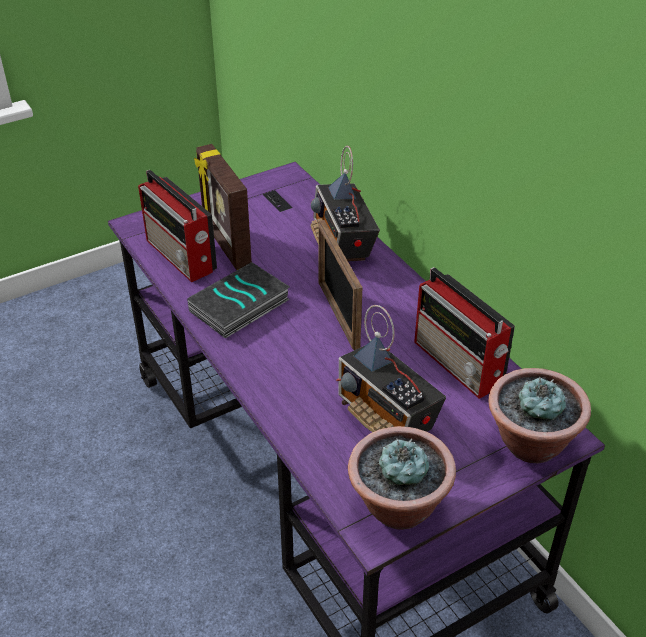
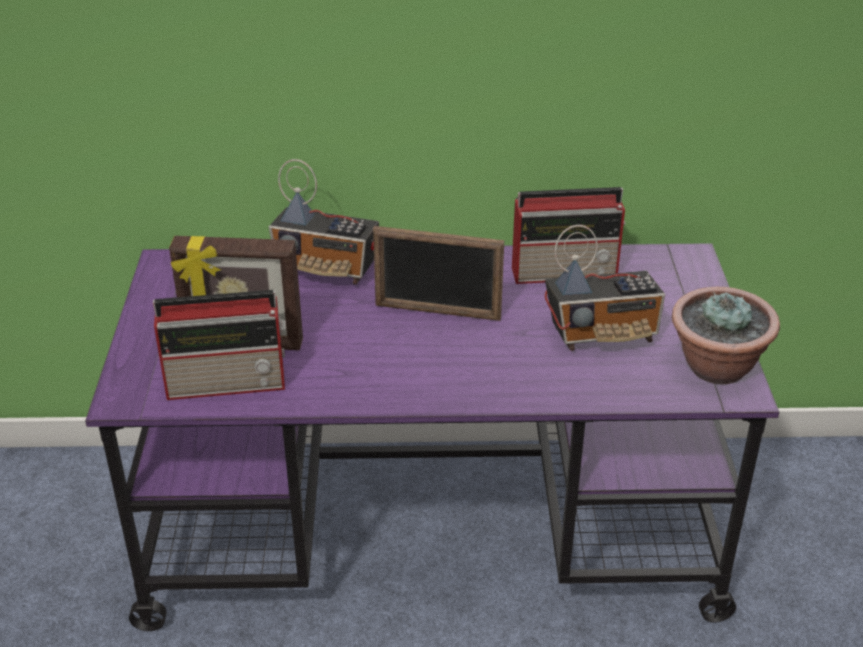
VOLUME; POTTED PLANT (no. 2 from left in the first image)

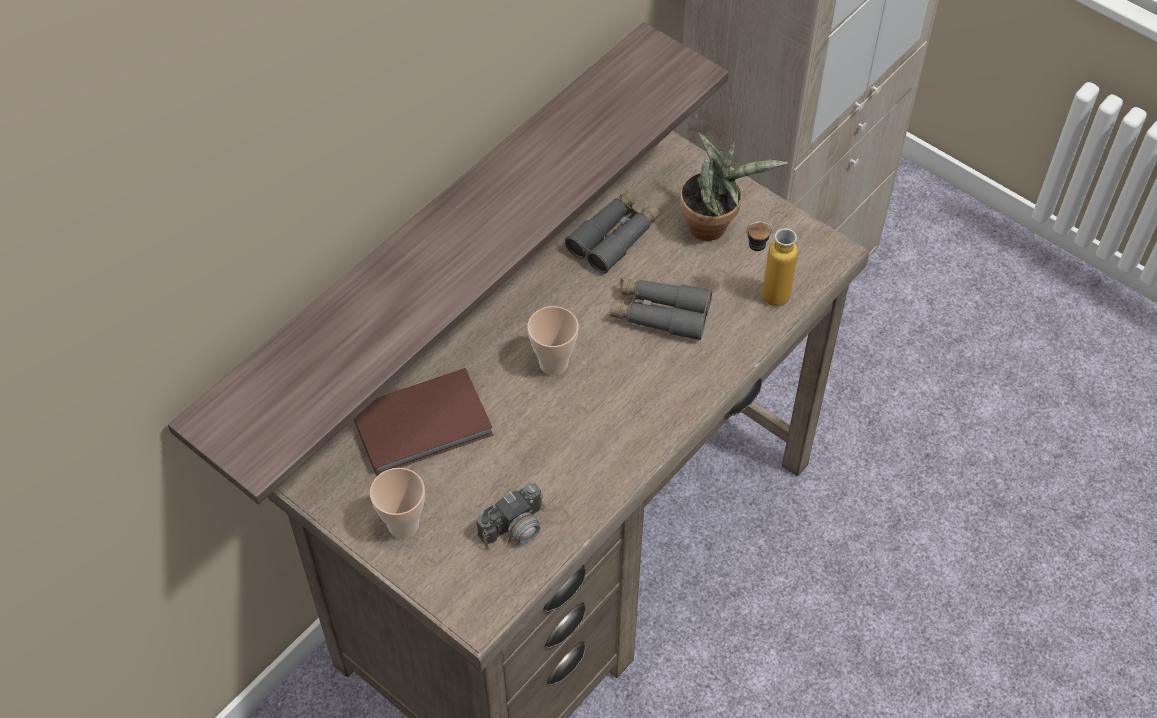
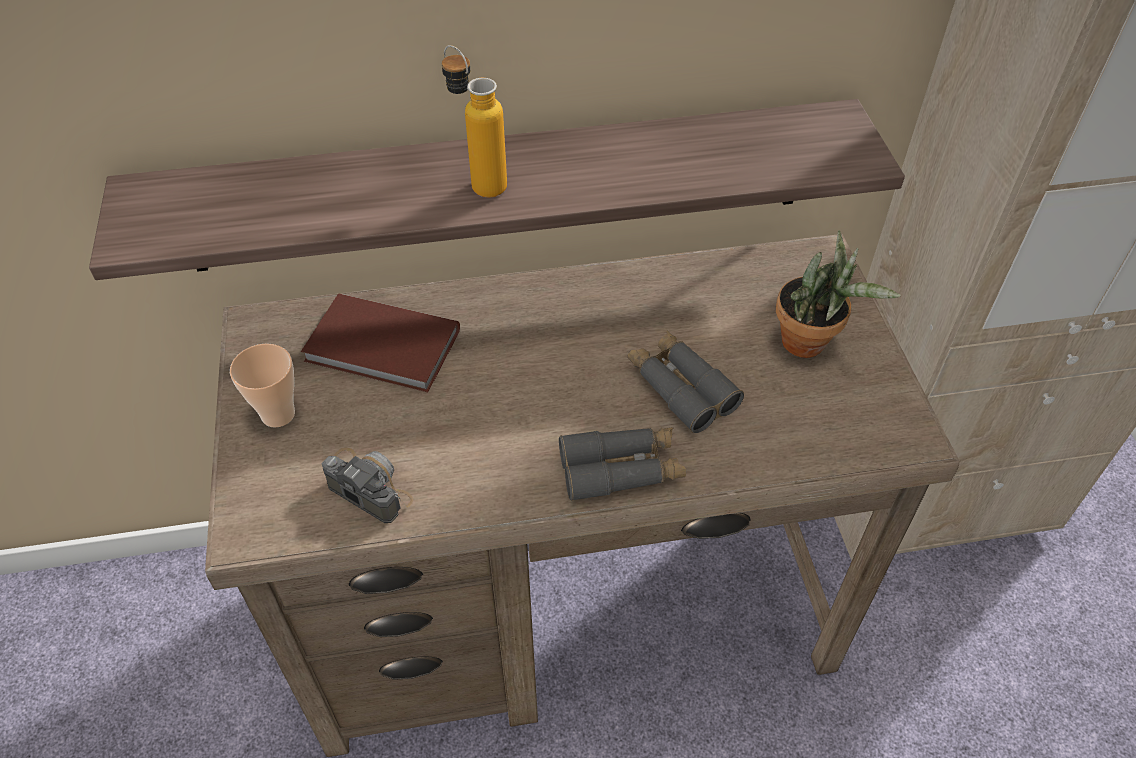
CUP (no. 2 from left in the first image); GREYISH PAIR OF BINOCULARS (no. 1 from left); DRINK BOTTLE; PHOTO CAMERA

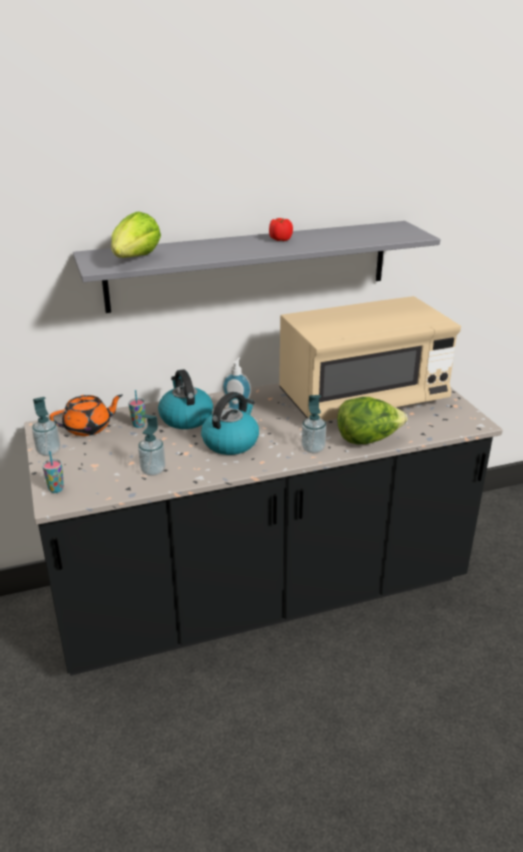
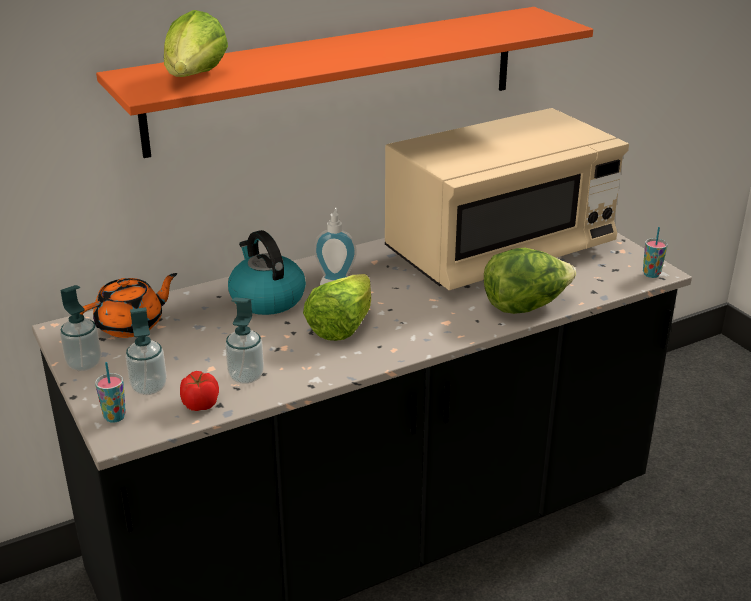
CUP (no. 2 from left); WHOLE TOMATO; SOAP BOTTLE (no. 2 from left); LETTUCE (no. 2 from left); ORANGE-COLOURED BRACKET SHELF

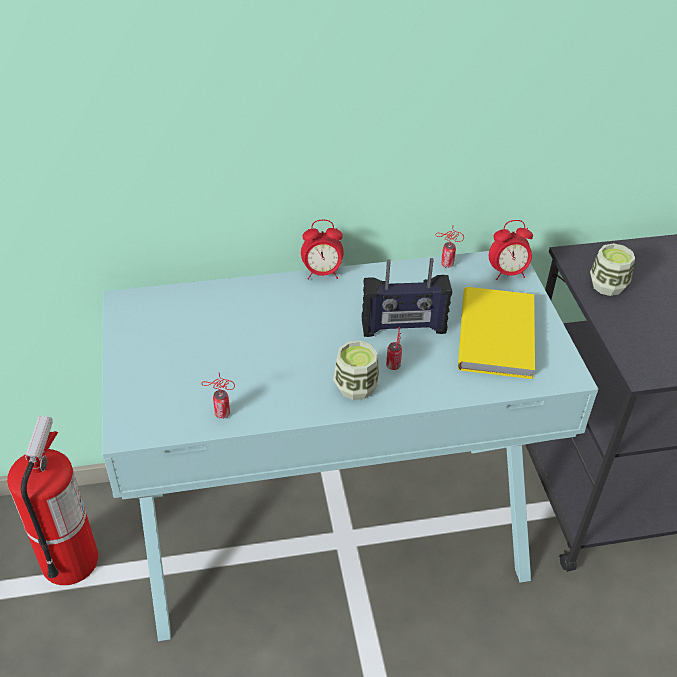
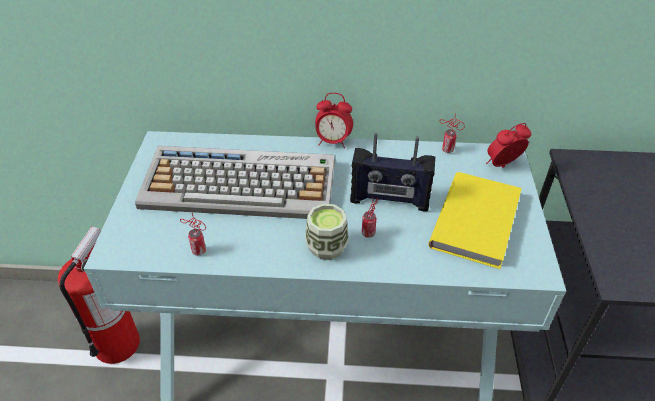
CUP (no. 2 from left in the first image); PC KEYBOARD; BEDSIDE CLOCK (no. 2 from left)

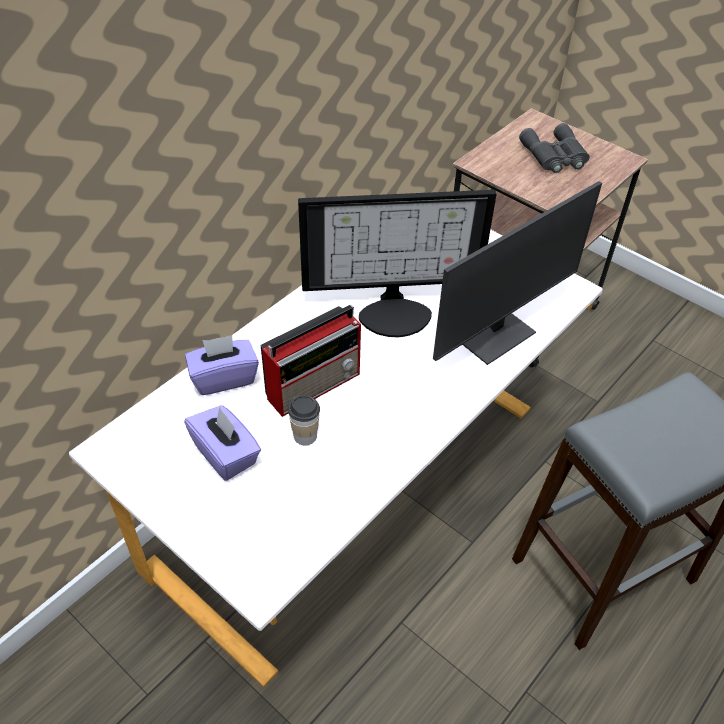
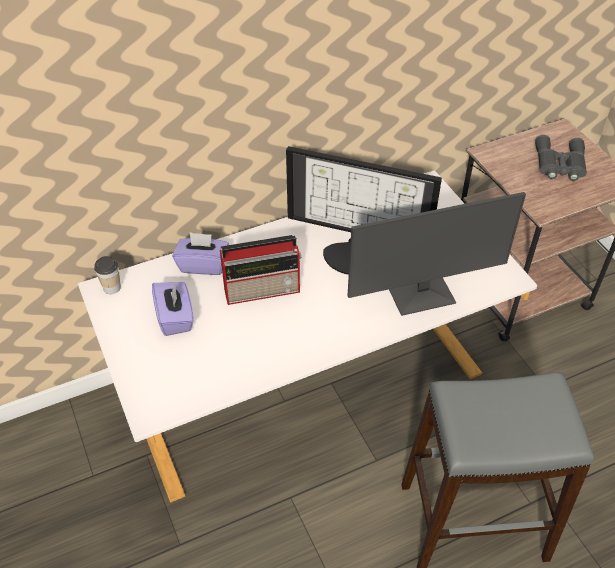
CUP

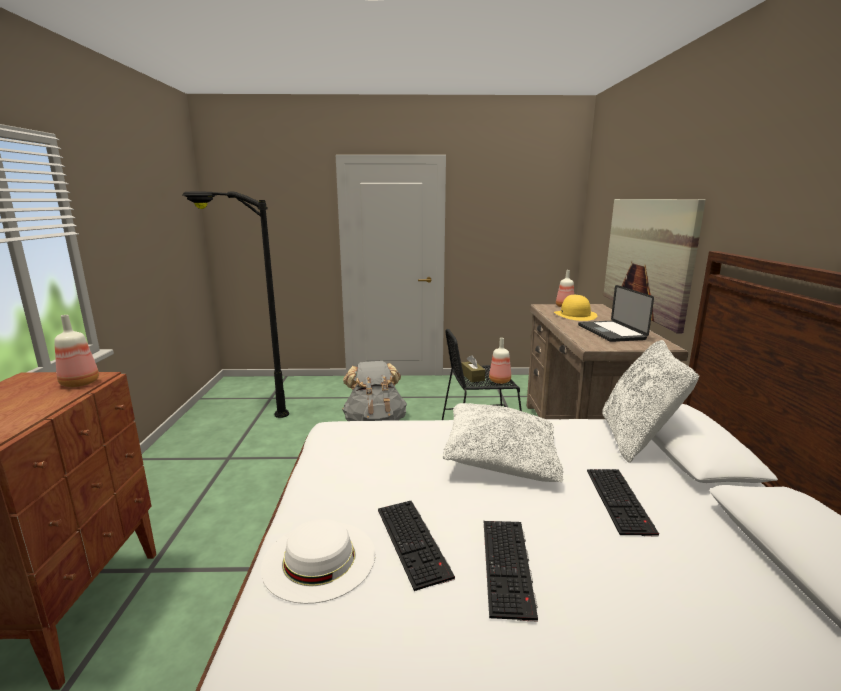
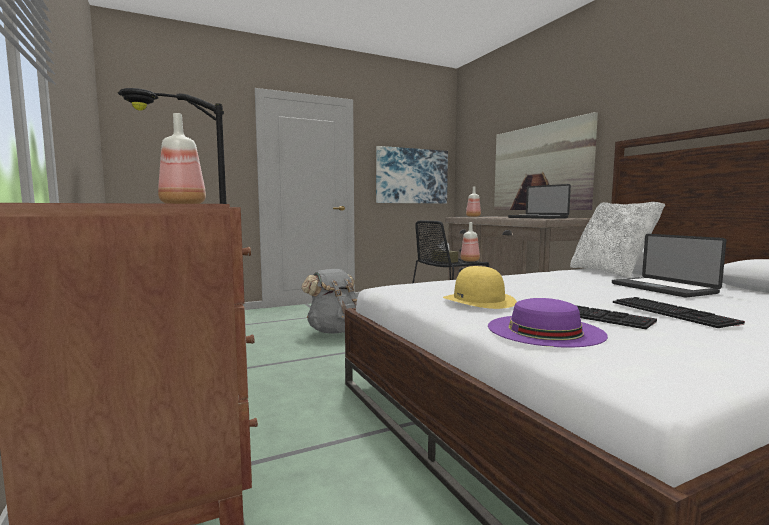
WHITISH THROW PILLOW (no. 1 from left in the first image); WALL ART (no. 1 from left); YELLOW HAT; PORTABLE COMPUTER (no. 2 from left); PURPLE-COLOURED HAT

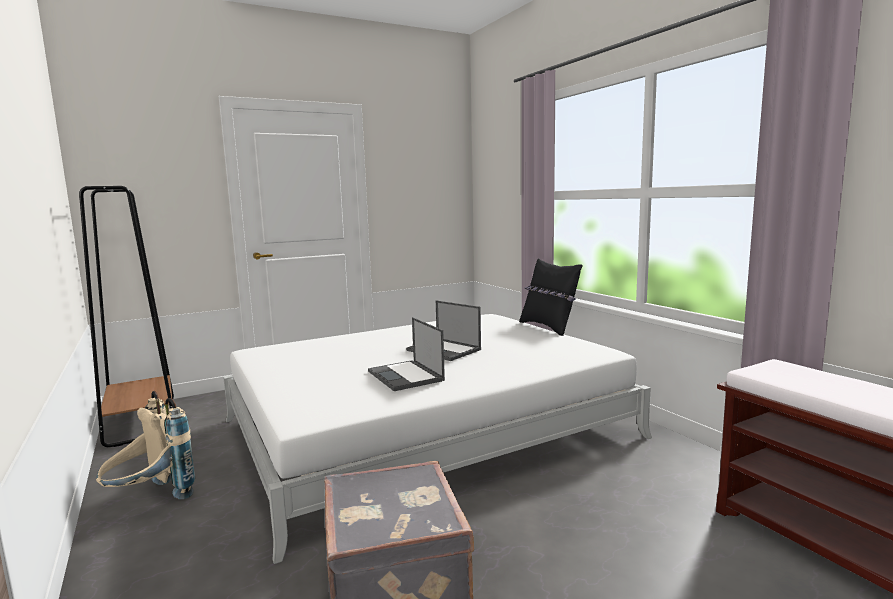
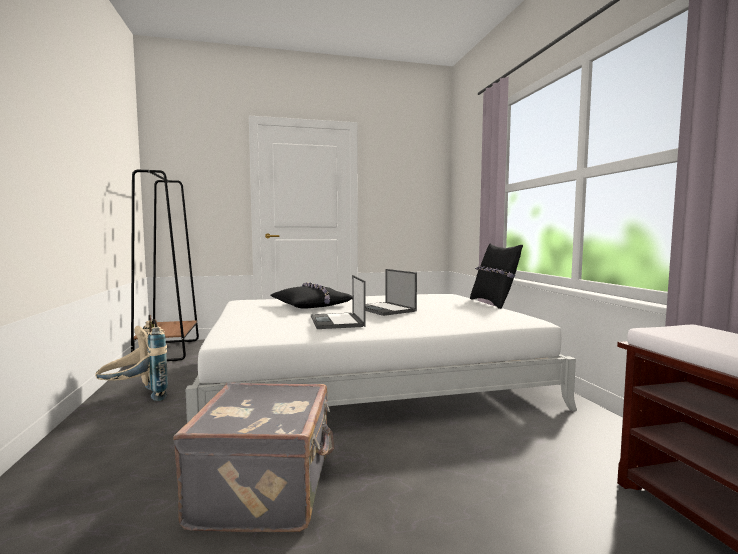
BLACKISH THROW PILLOW (no. 1 from left)

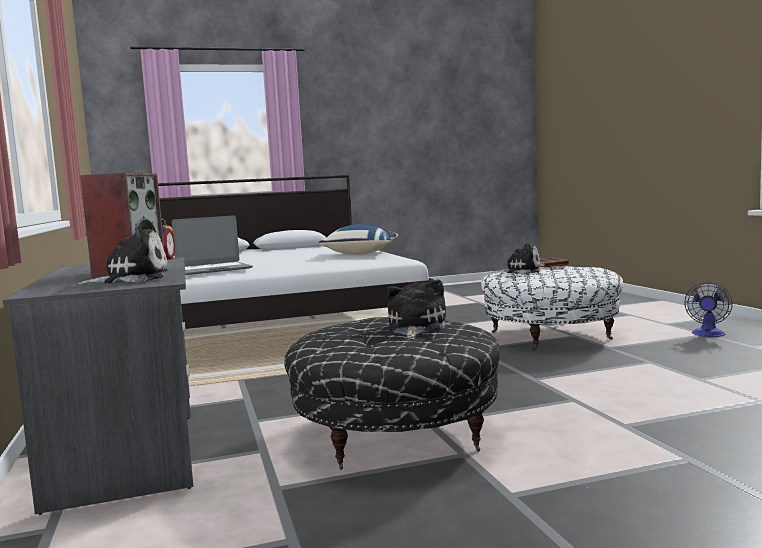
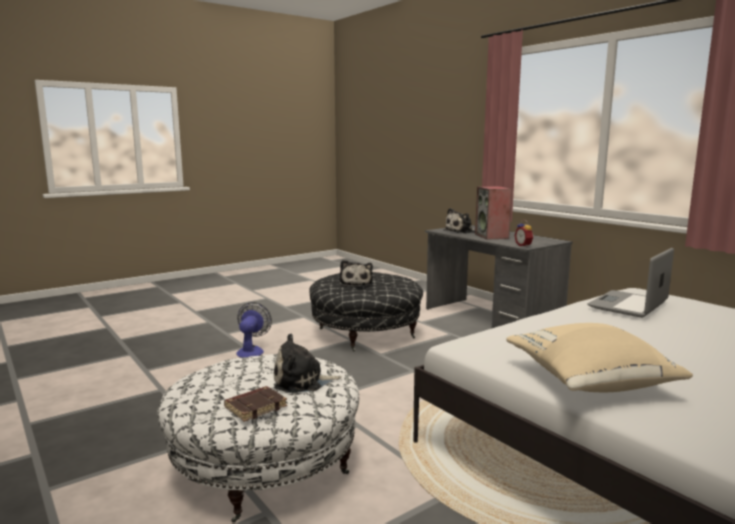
COOLING FAN; BEIGE THROW PILLOW

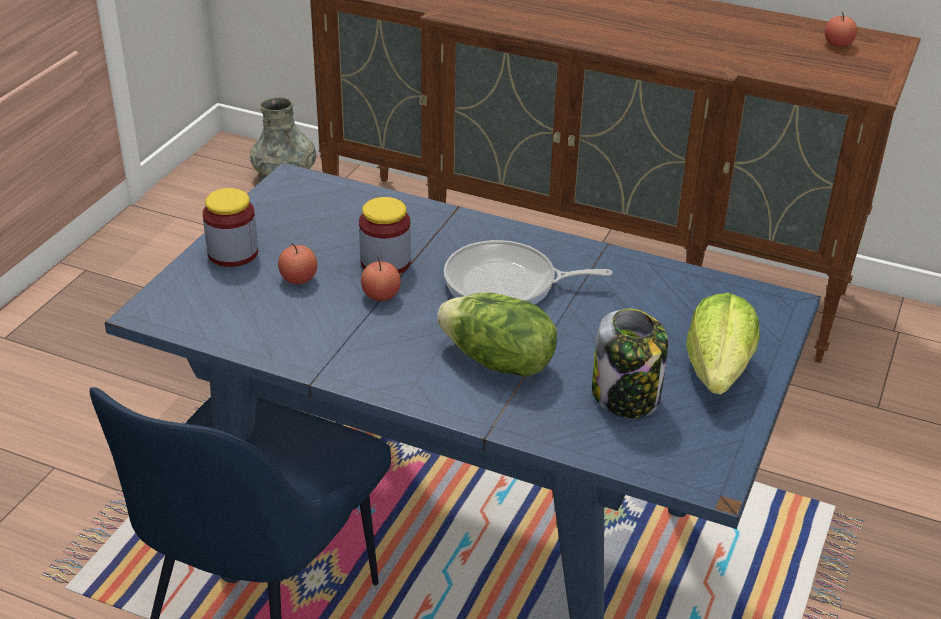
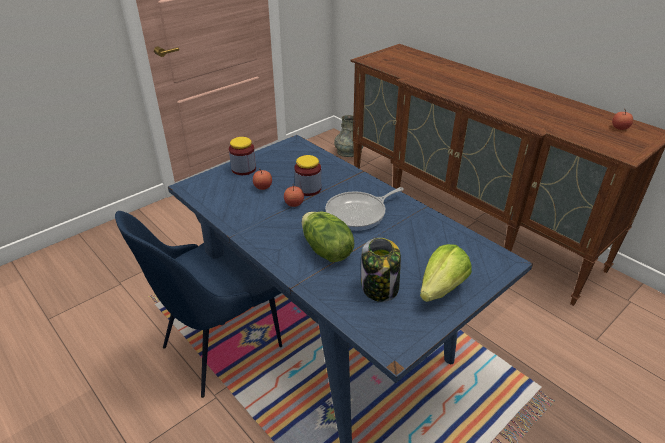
PAN

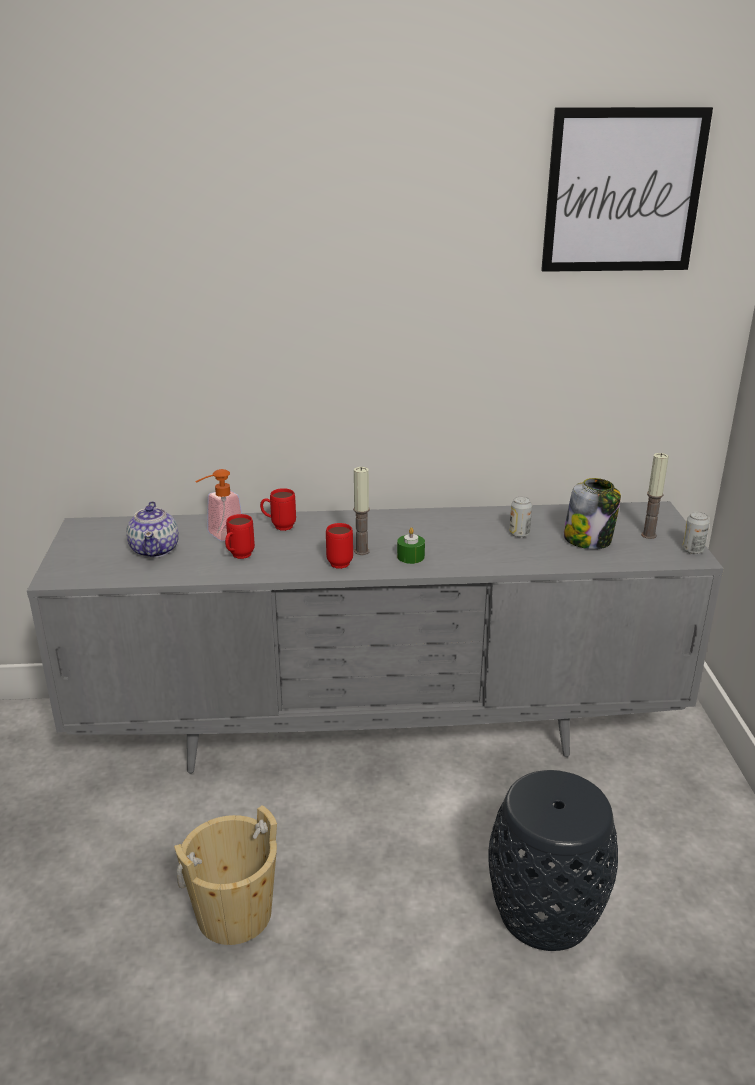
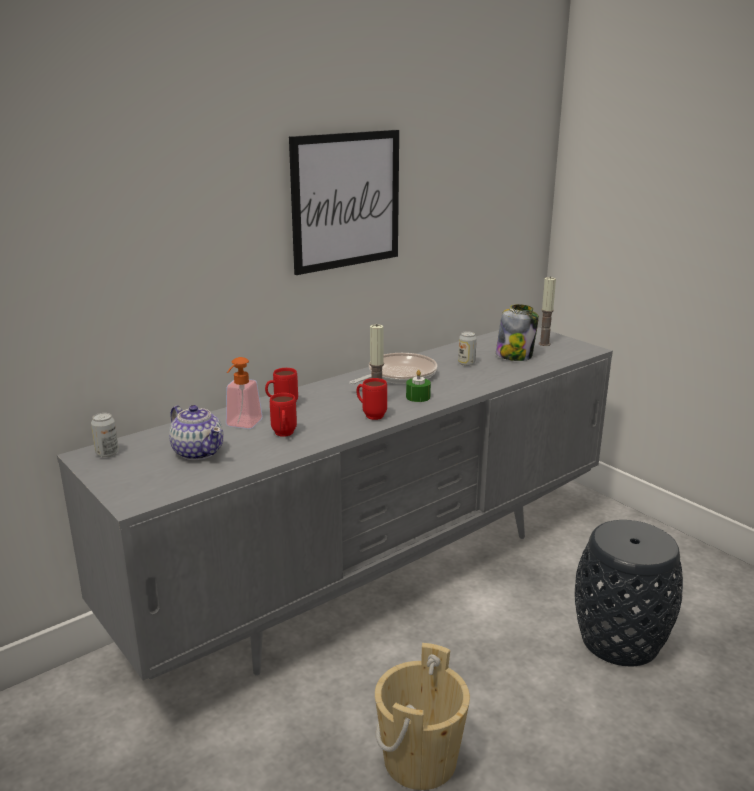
PAN; WALL ART; CAN (no. 1 from left)

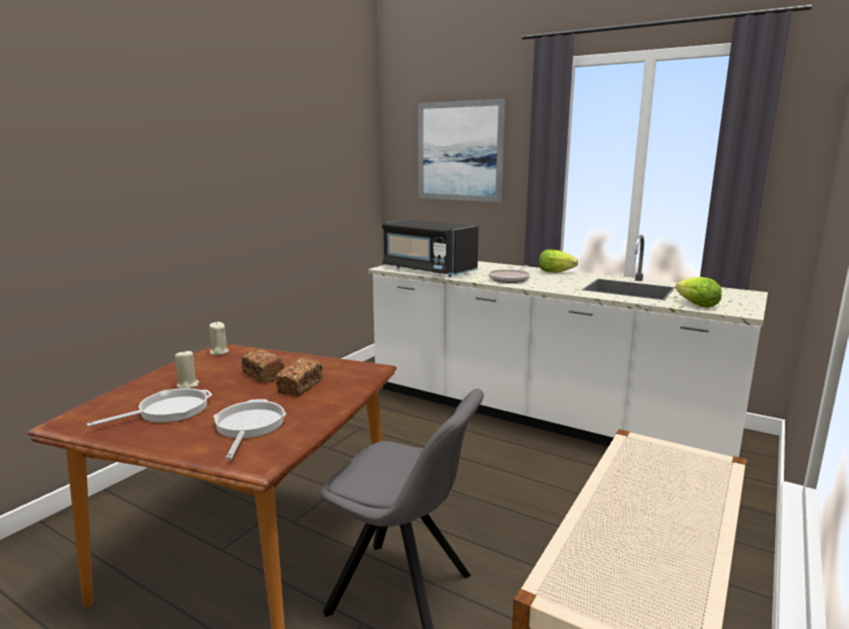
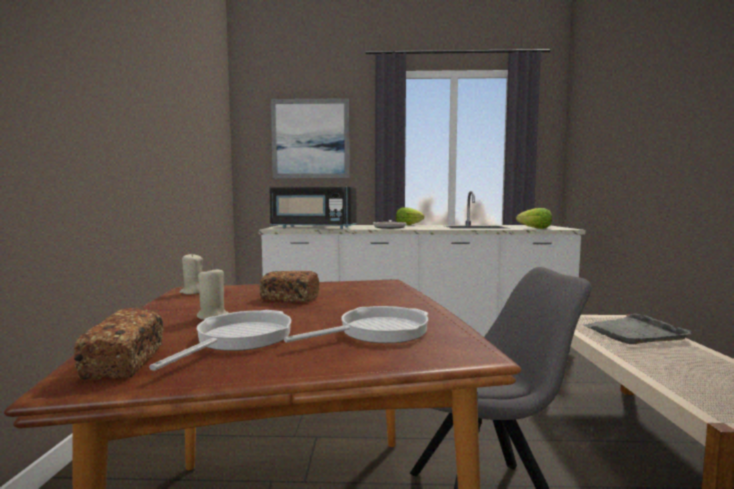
GREYISH CARRYING TRAY; BAKERY BREAD (no. 1 from left); PAN (no. 2 from left)

